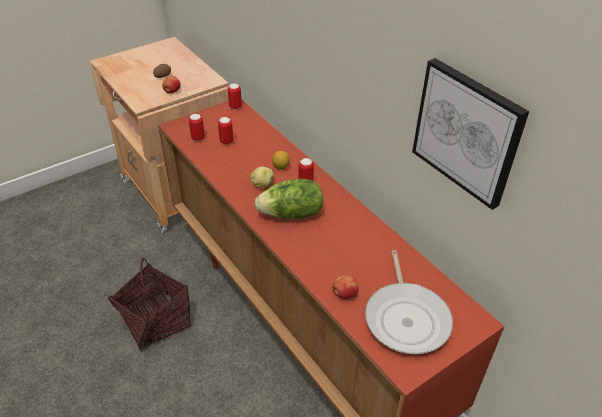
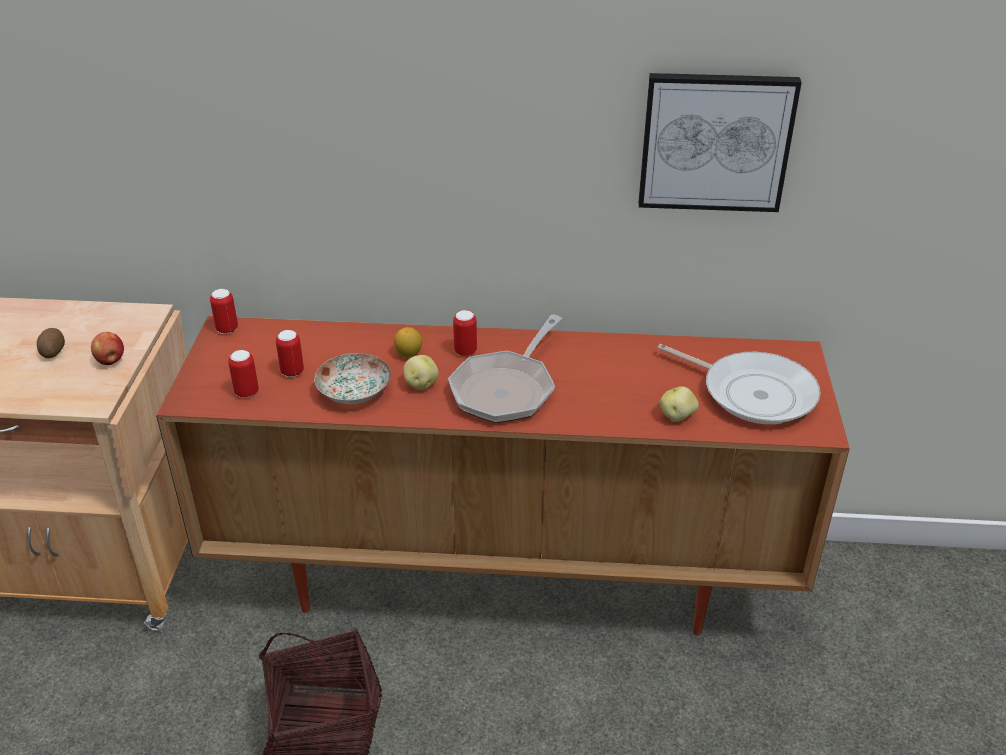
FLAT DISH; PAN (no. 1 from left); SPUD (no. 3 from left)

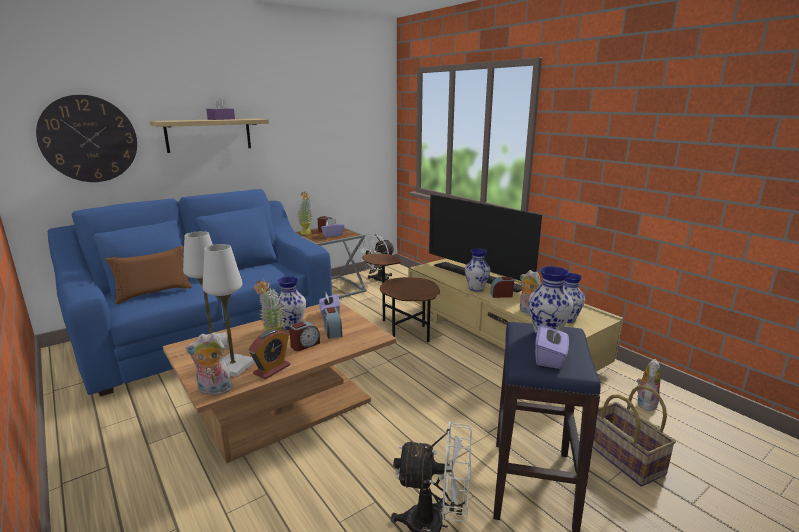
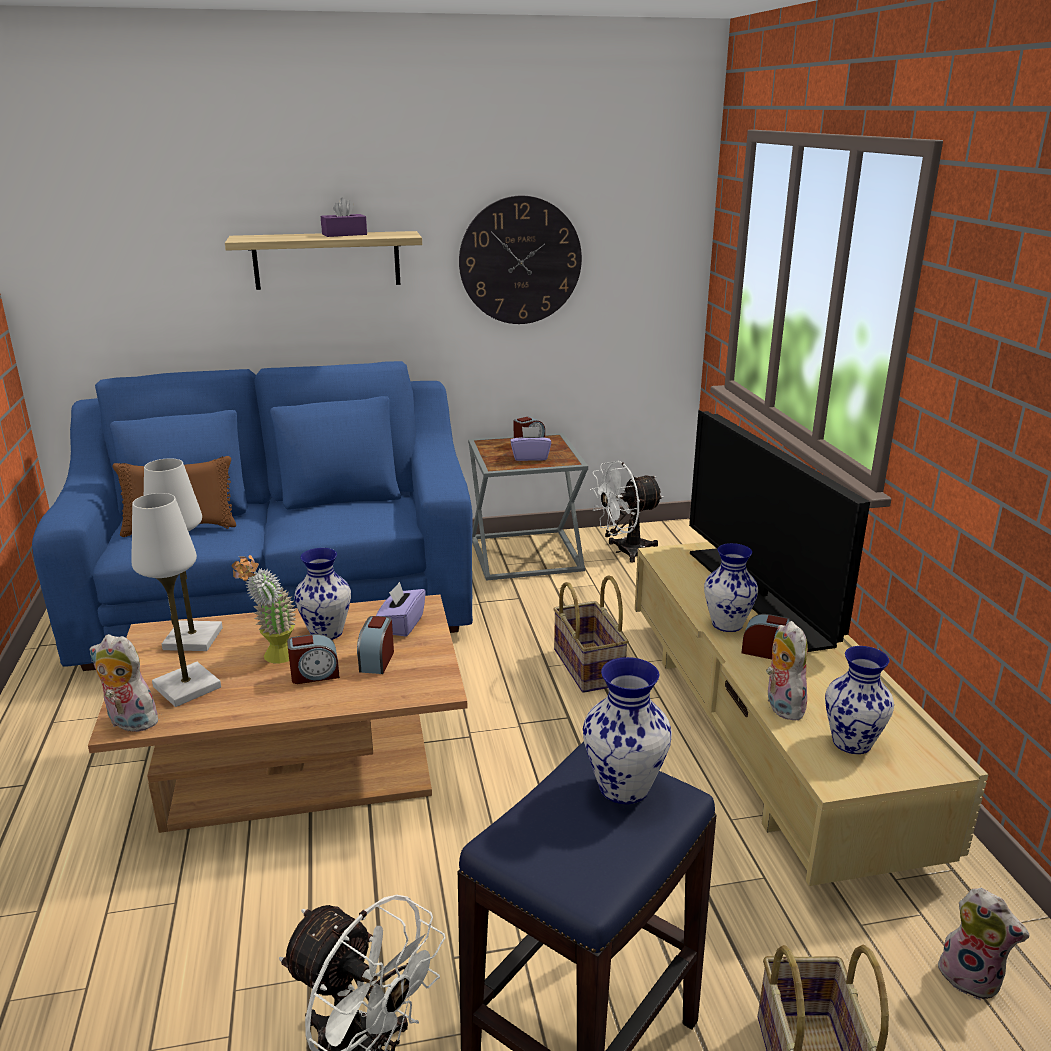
BEDSIDE CLOCK (no. 1 from left in the first image); POTTED PLANT (no. 2 from left in the first image); PURPLE-COLOURED TISSUE BOX (no. 4 from left in the first image); CLOCK ON THE WALL; STORAGE BASKET (no. 1 from left); SOFT TOY (no. 3 from left)

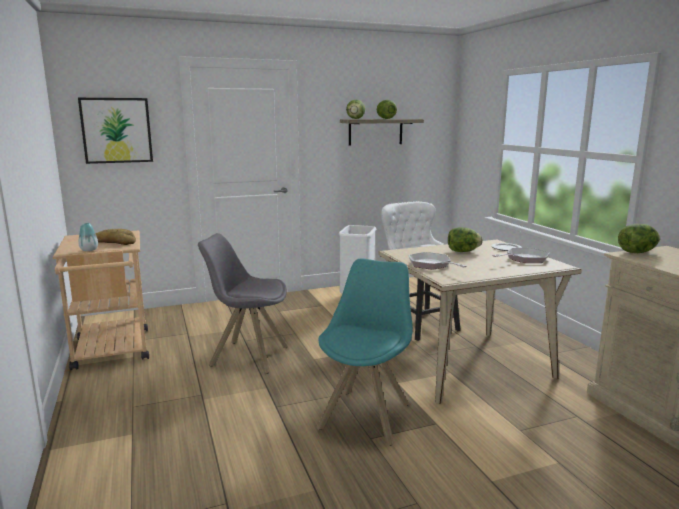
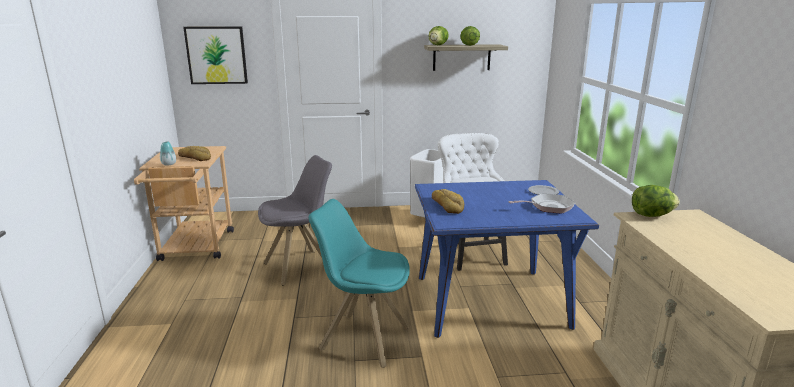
LETTUCE (no. 3 from left in the first image); BAKERY BREAD (no. 2 from left); BLUISH KITCHEN TABLE; GREYISH PLAIN CHAIR; BLUE-GREEN PLAIN CHAIR

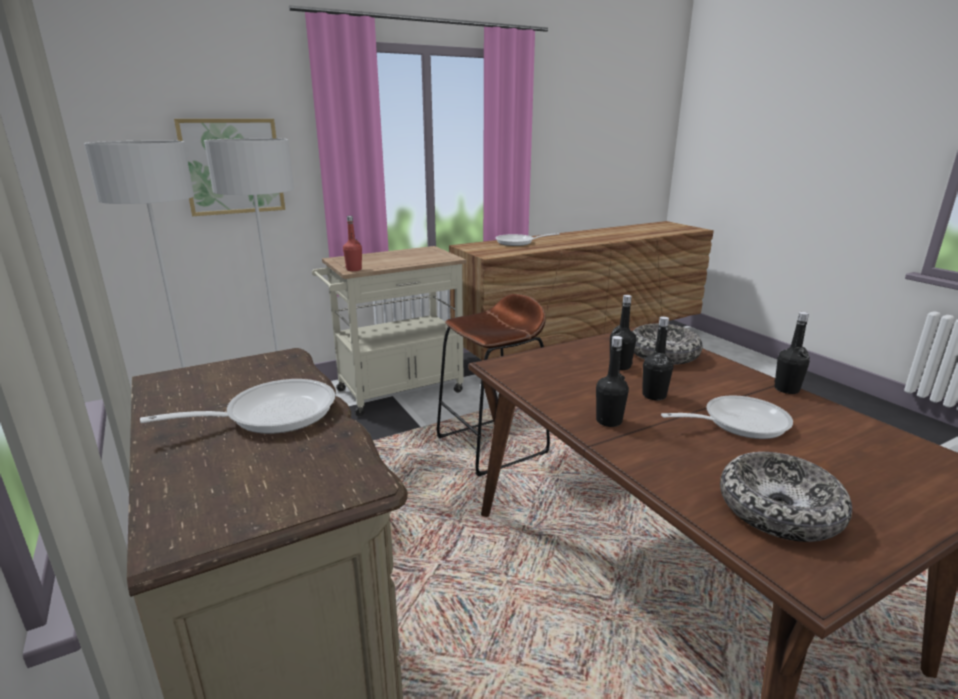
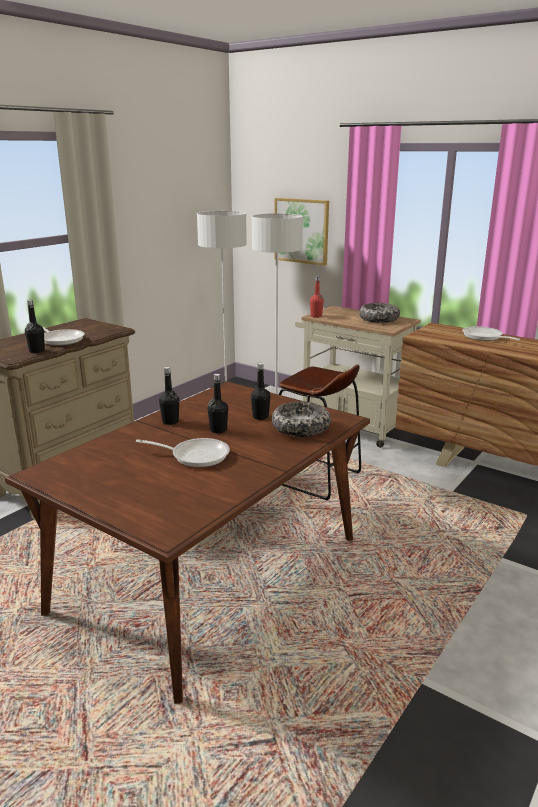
SERVING BOWL (no. 2 from left); BLACKISH DRINK BOTTLE (no. 1 from left); PAN (no. 2 from left)

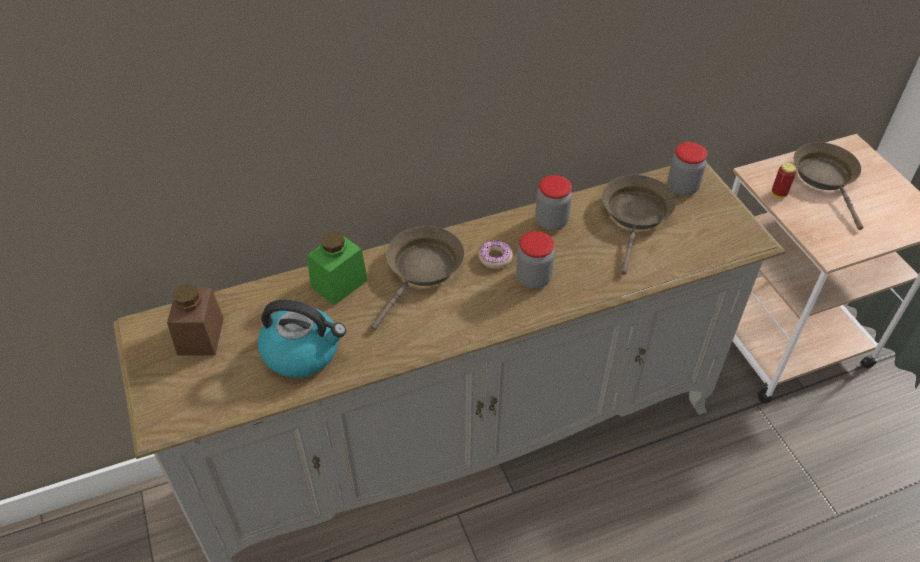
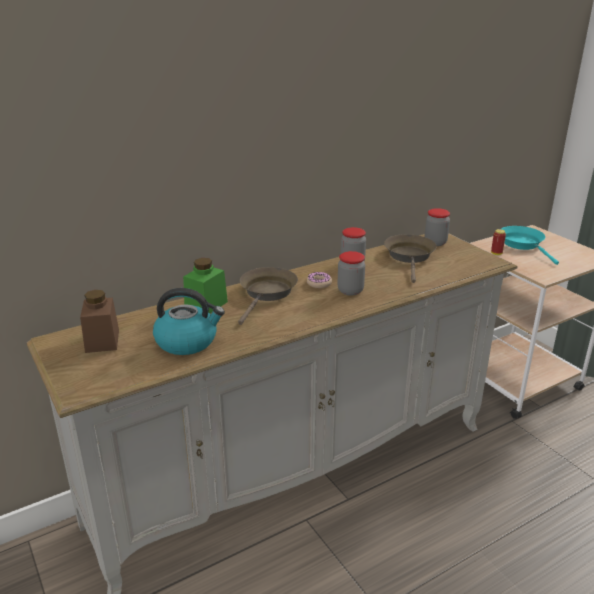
BLUE-GREEN PAN

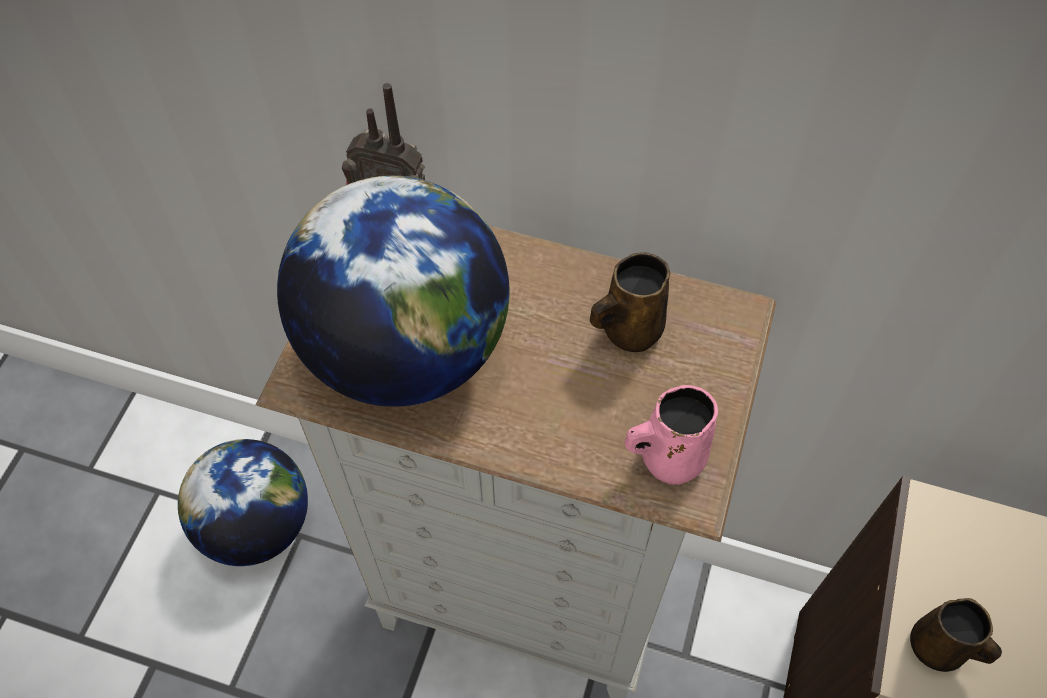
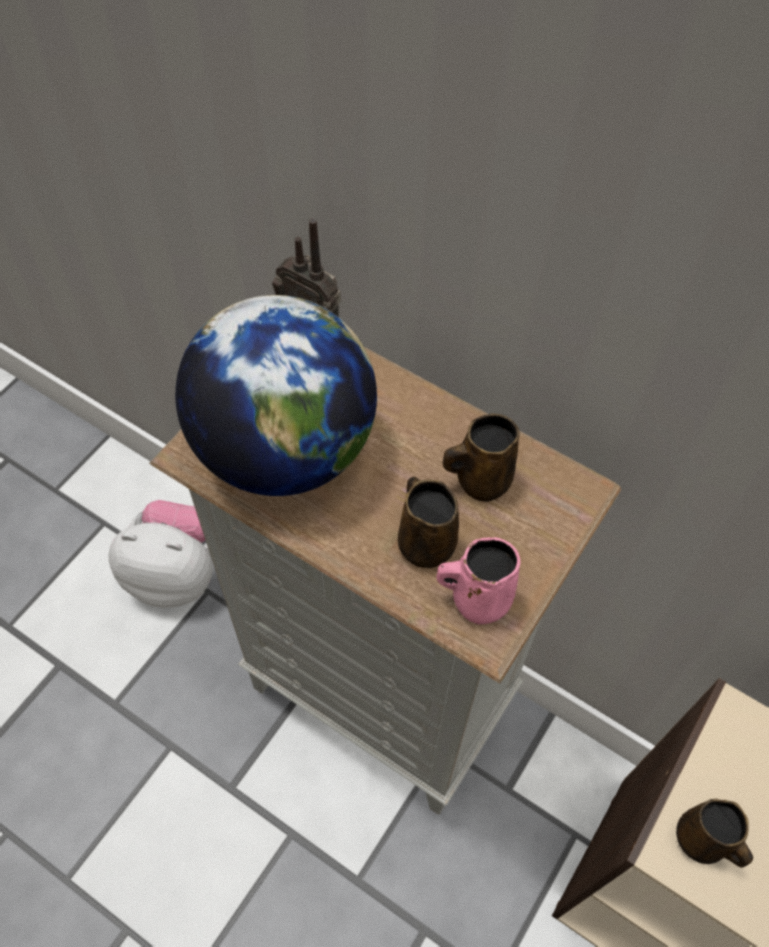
BROWN-COLOURED MUG (no. 1 from left); SOFT TOY

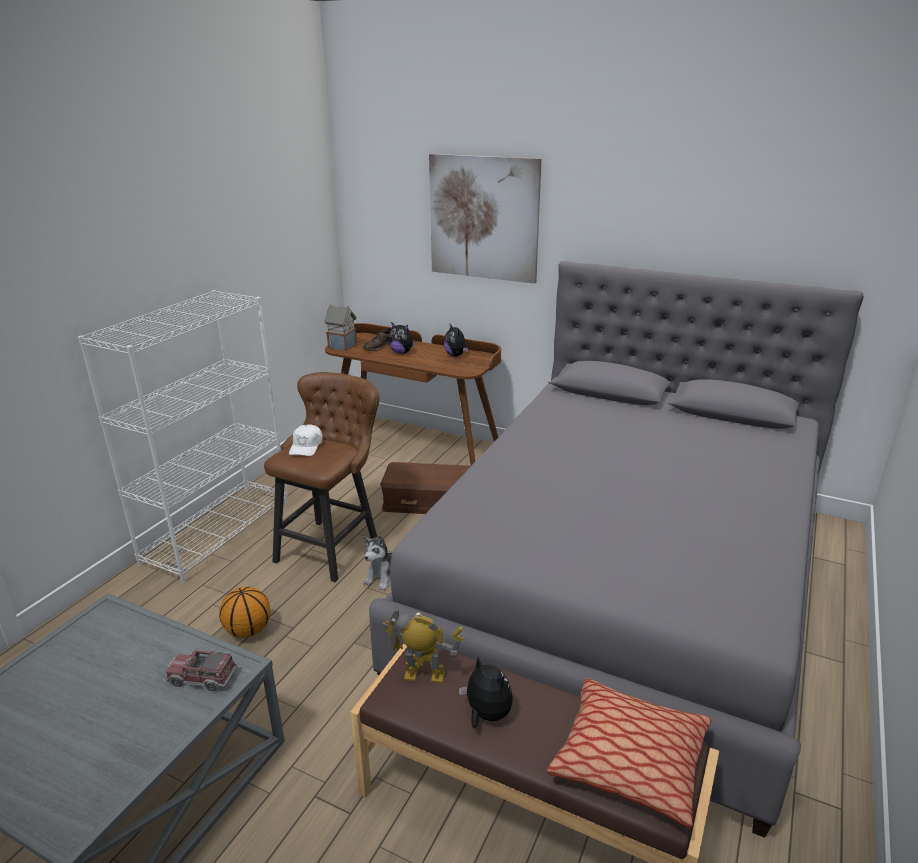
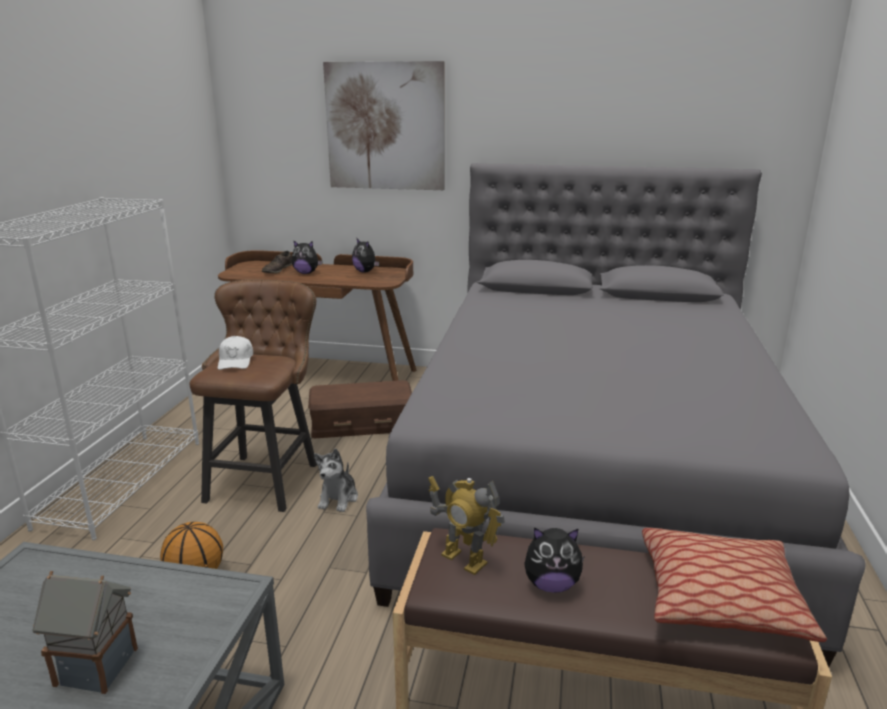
TOY LORRY; MODEL HOUSE; ROBOT FIGURE; SOFT TOY (no. 4 from left)

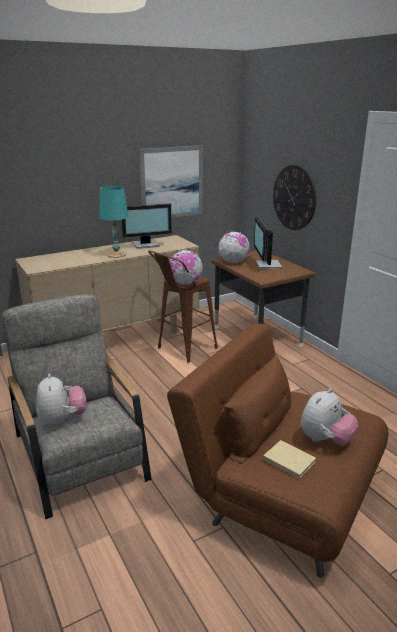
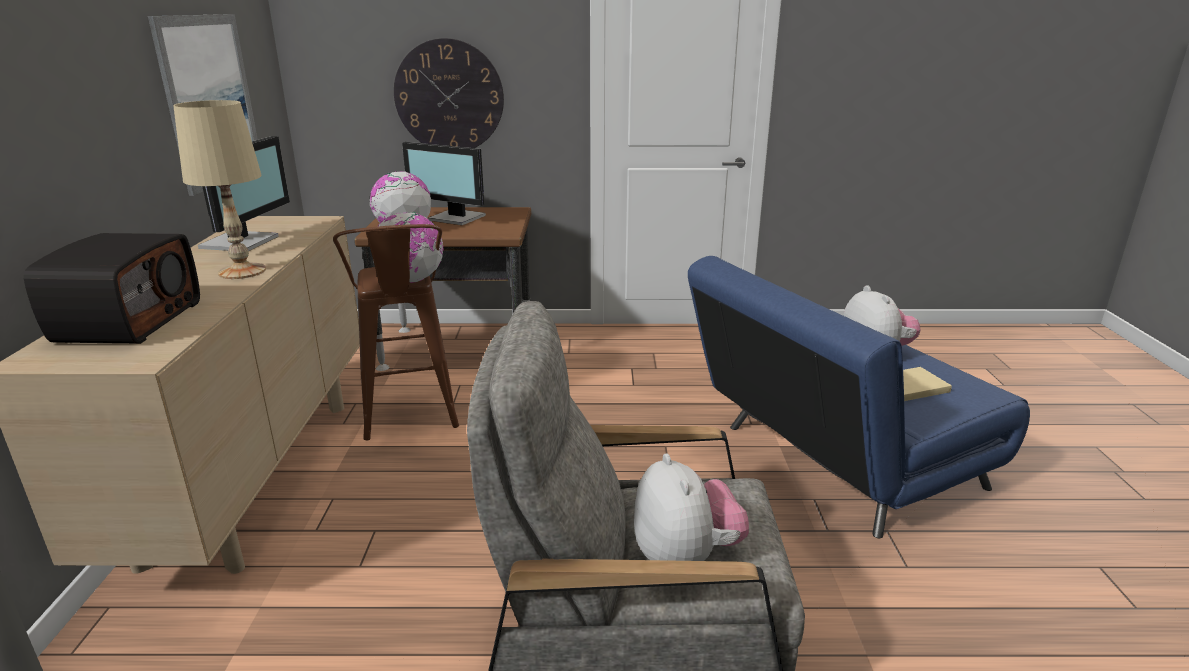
RADIO; BEIGE LAMP FOR A TABLE; BLUISH EASY CHAIR; SOFT TOY (no. 1 from left)

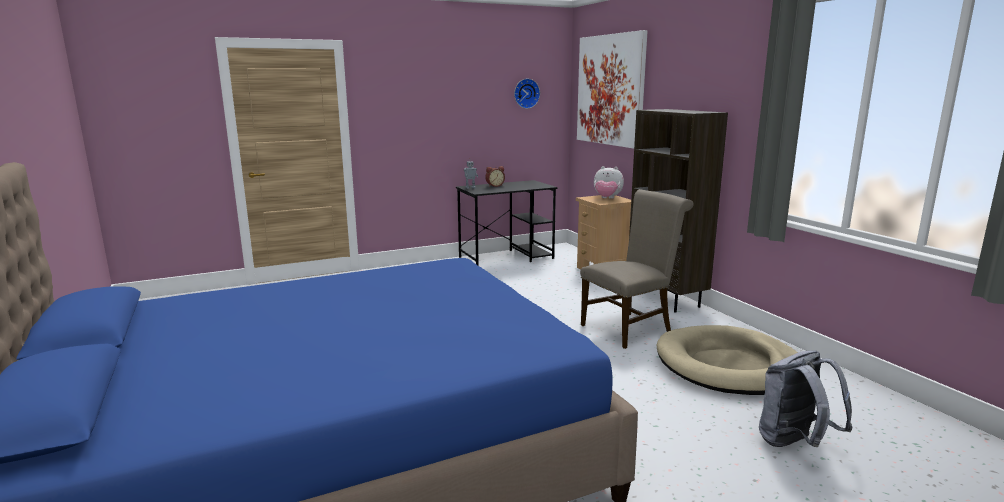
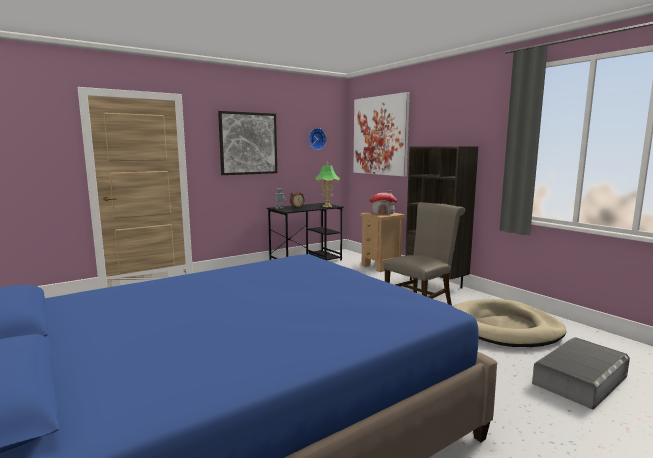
WALL ART (no. 1 from left); LAMP FOR A TABLE; MODEL HOUSE; GREYISH STORAGE BIN

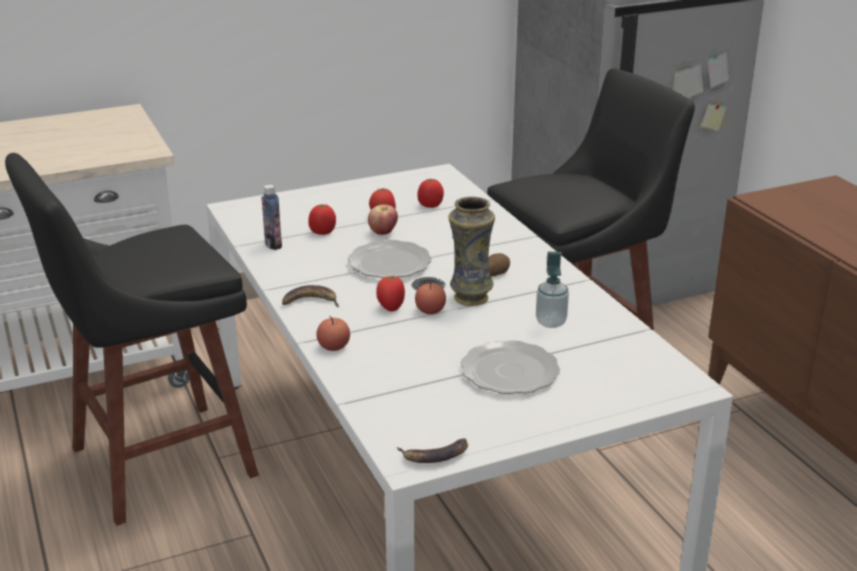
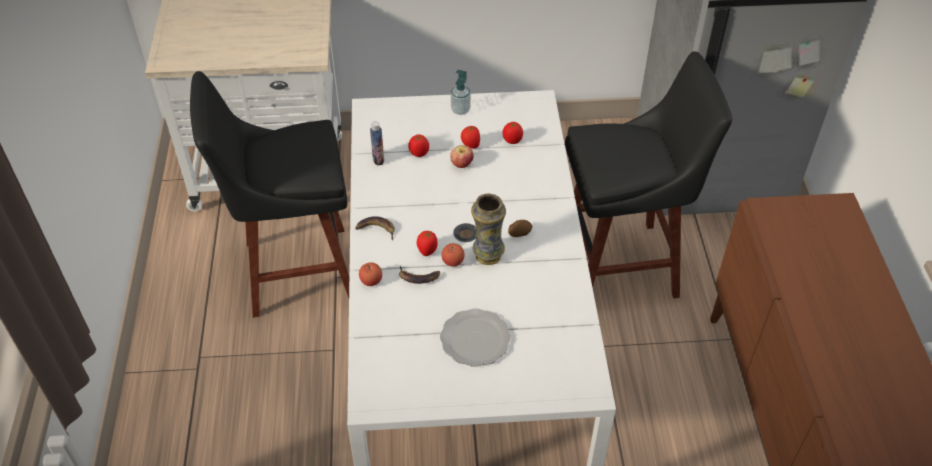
FLAT DISH (no. 1 from left in the first image); WHOLE BANANA (no. 2 from left); SOAP BOTTLE

